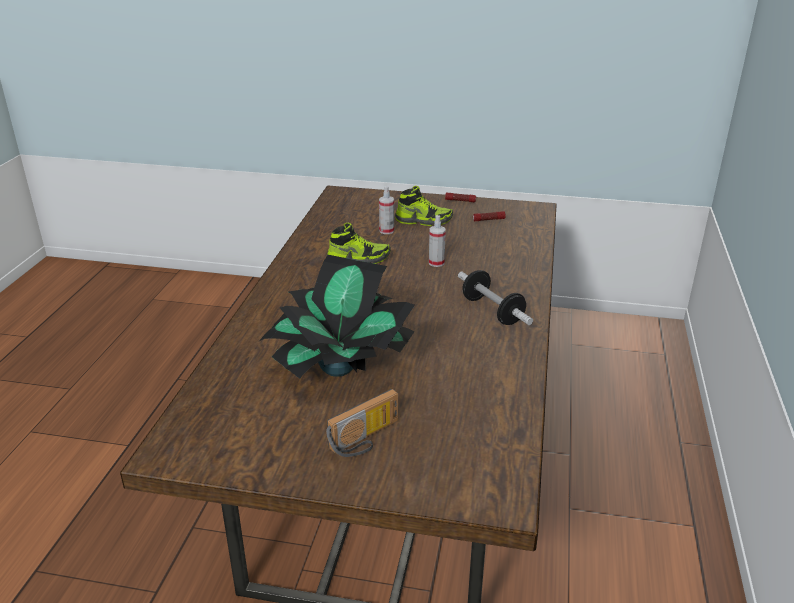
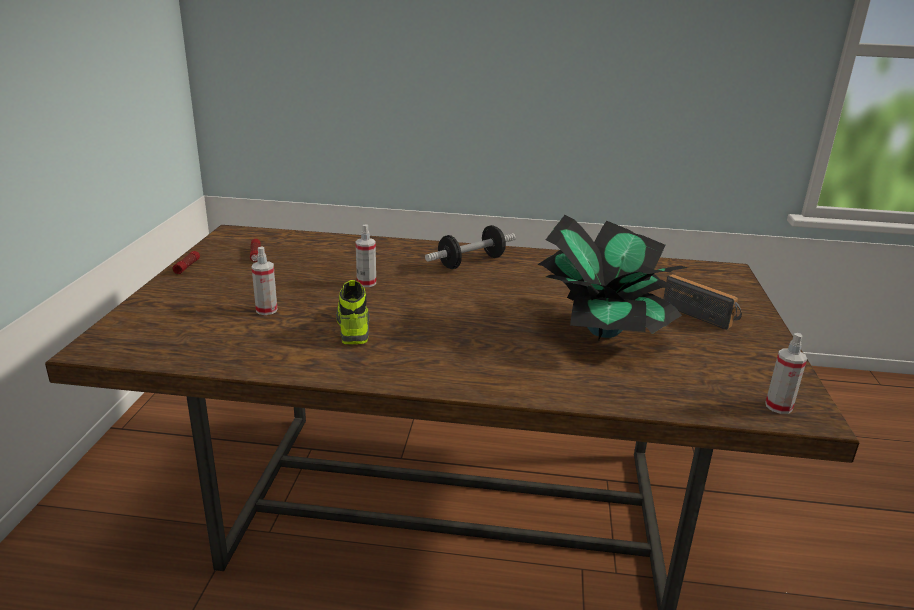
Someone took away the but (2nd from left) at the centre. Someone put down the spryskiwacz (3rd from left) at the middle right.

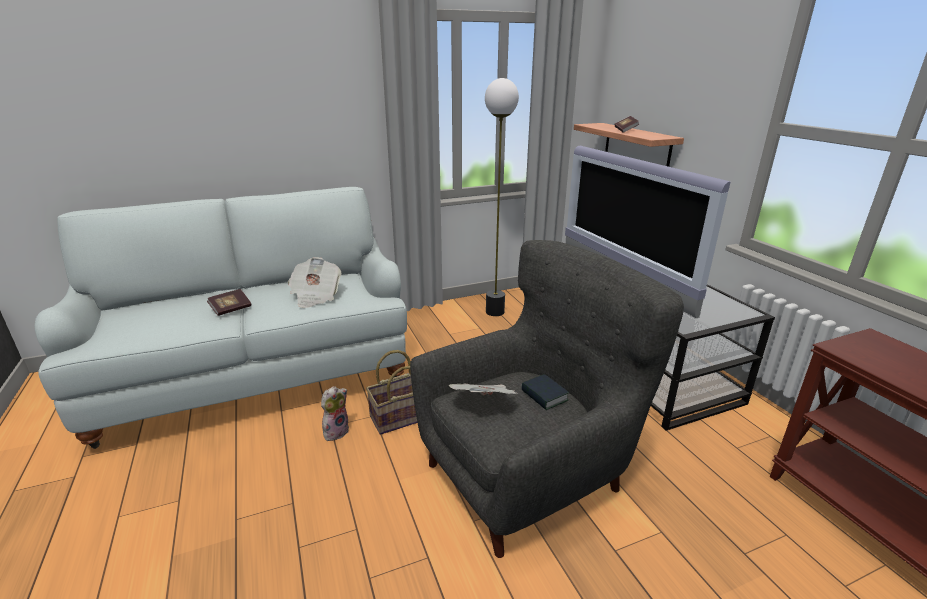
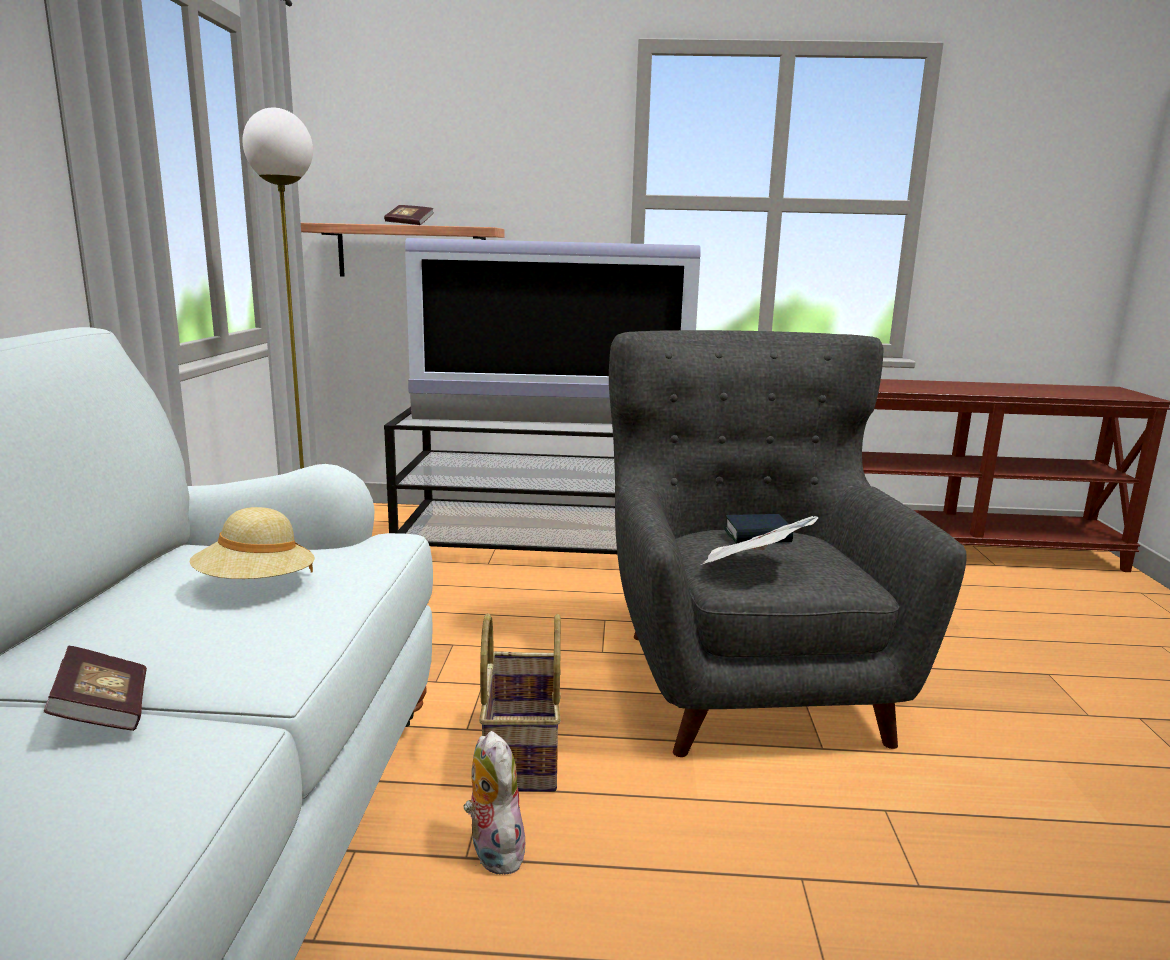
Someone swapped the gazeta (1st from left) at the centre for the kapelusz/beżowy at the middle left.

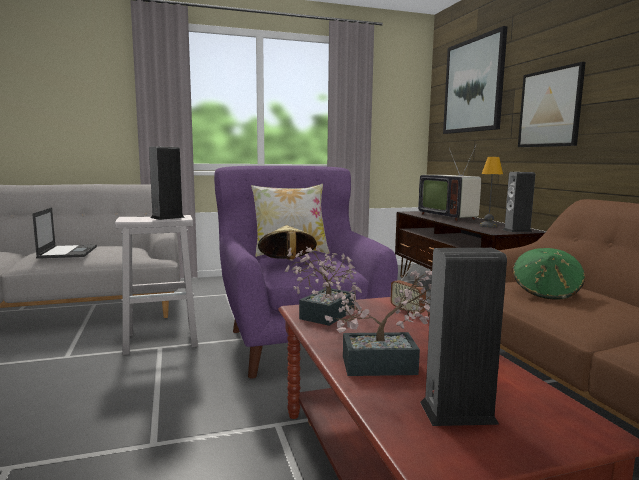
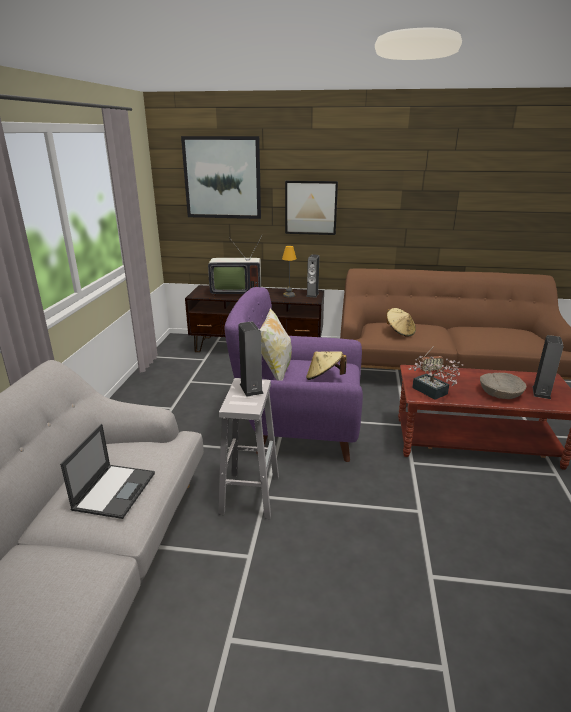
Someone swapped the roślina doniczkowa (2nd from left) at the bottom centre for the miska/beżowy at the middle right. Someone repainted the kapelusz/zielony at the middle right, which became the kapelusz/beżowy (2nd from left) at the middle right. Someone rotated the laptop at the middle left by 90 degrees clockwise.

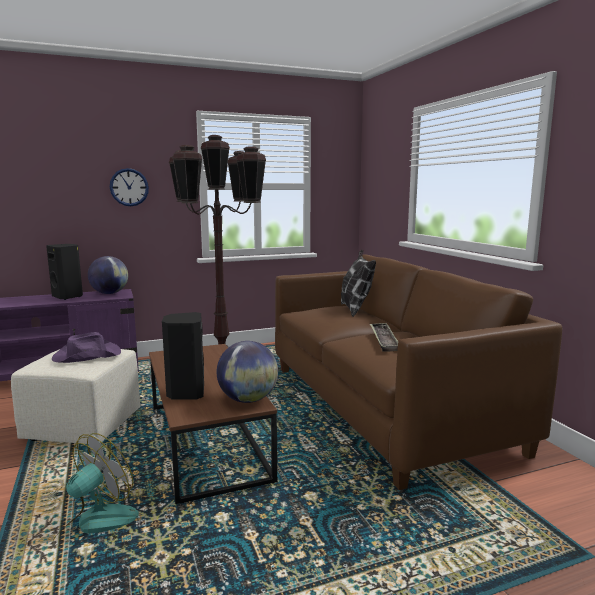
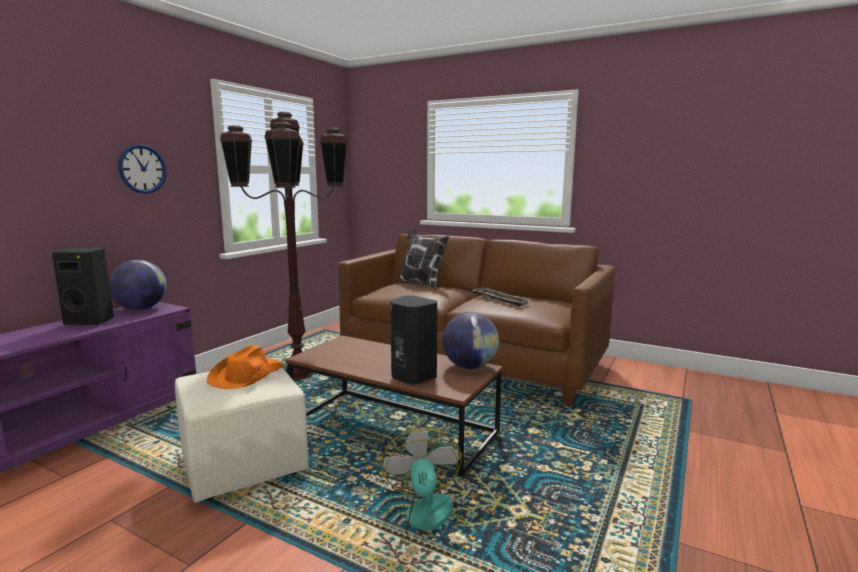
Someone repainted the kapelusz/fioletowy at the middle left, which became the kapelusz/pomarańczowy at the middle left.

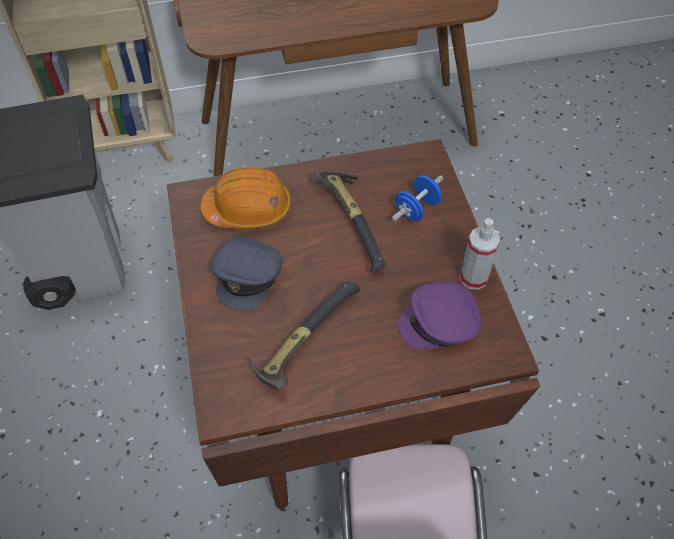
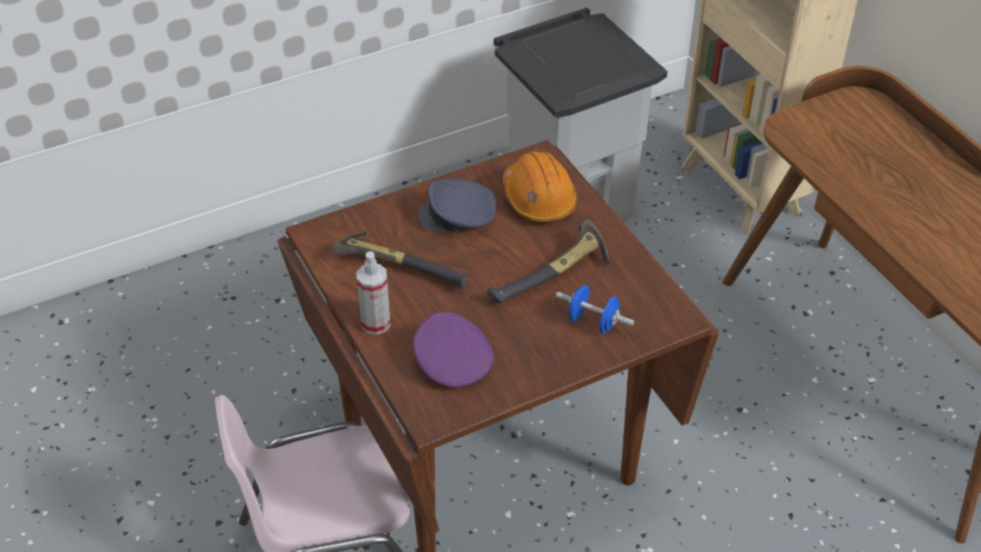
Someone carried the spryskiwacz from the middle right to the centre.

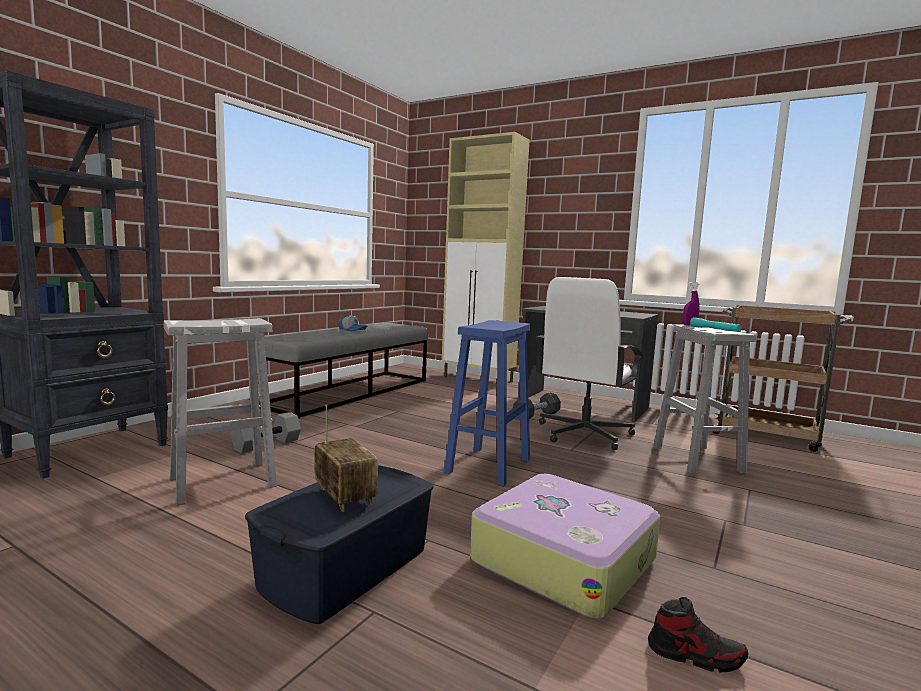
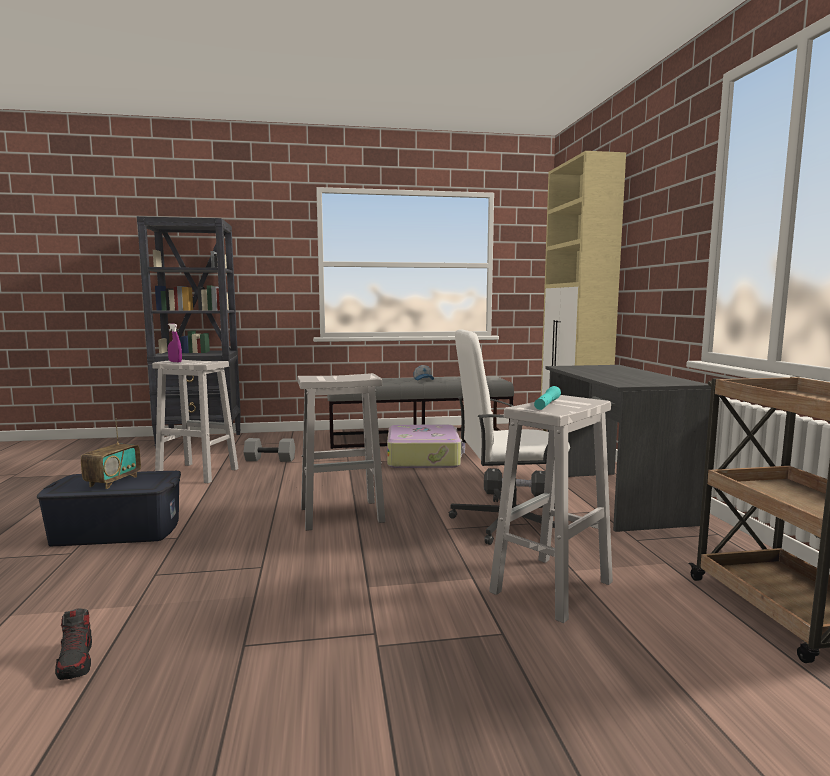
Someone carried the walizka from the bottom centre to the centre. Someone carried the spryskiwacz/fioletowy from the middle right to the middle left. Someone repainted the stołek/niebieski at the centre, which became the stołek/biały (2nd from left) at the centre.

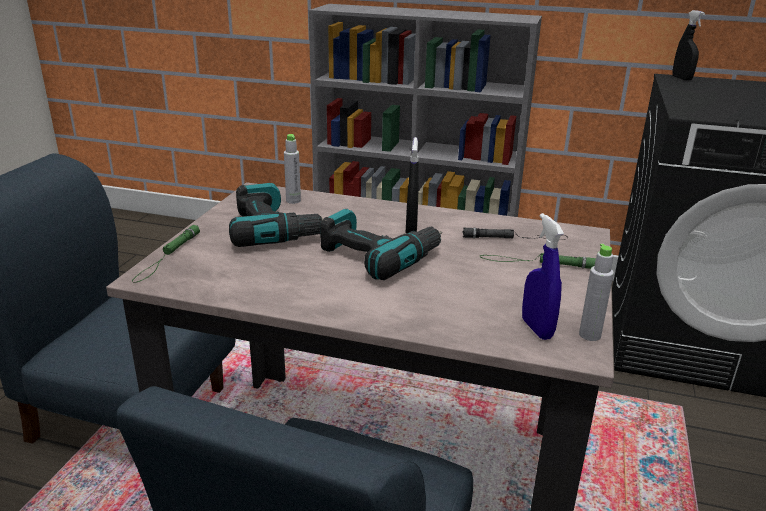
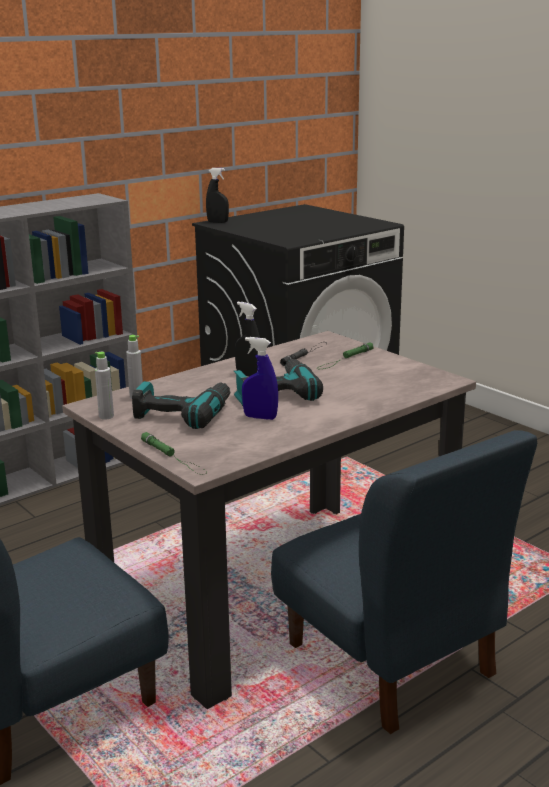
Someone carried the spryskiwacz/niebieski from the middle right to the centre. Someone carried the butelka/szary (2nd from left in the first image) from the middle right to the middle left.

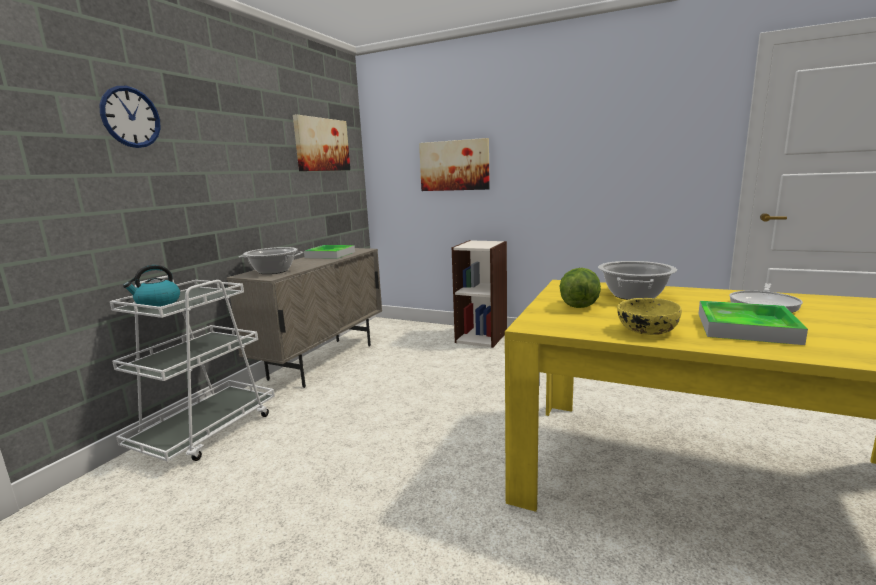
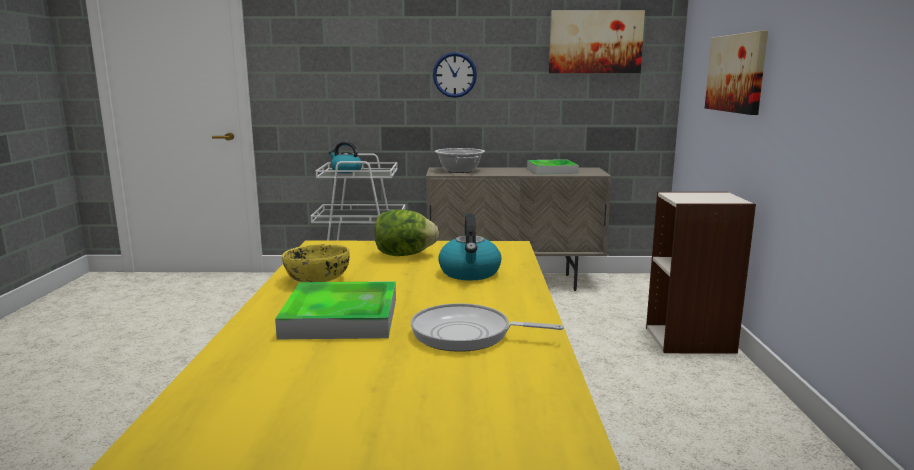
Someone carried the zegar ścienny from the top left to the top centre. Someone swapped the garnek (2nd from left) at the middle right for the czajnik (2nd from left) at the centre.

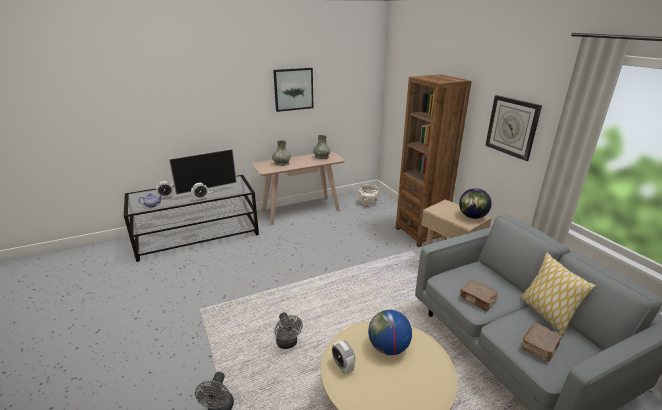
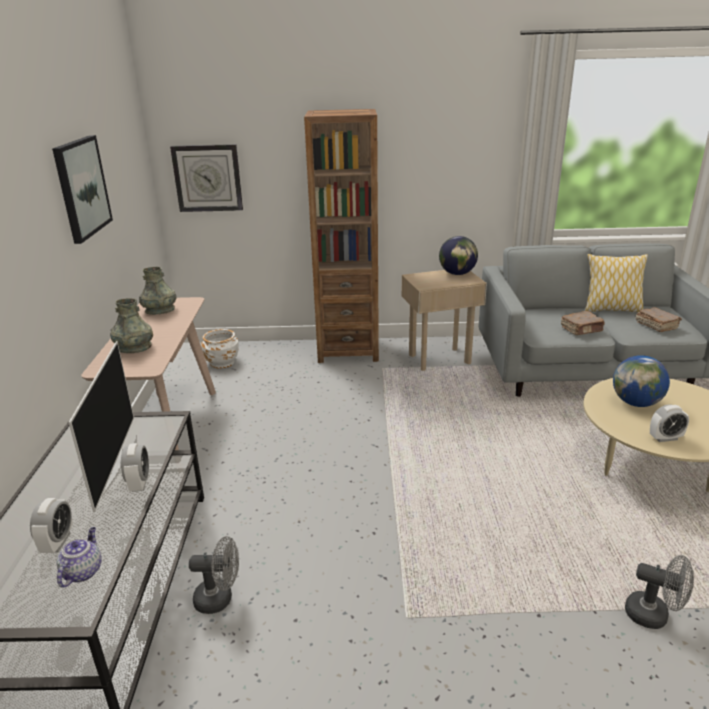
Someone carried the wentylator/szary (2nd from left in the first image) from the bottom centre to the bottom left. Someone carried the zegar ścienny from the top right to the top left.

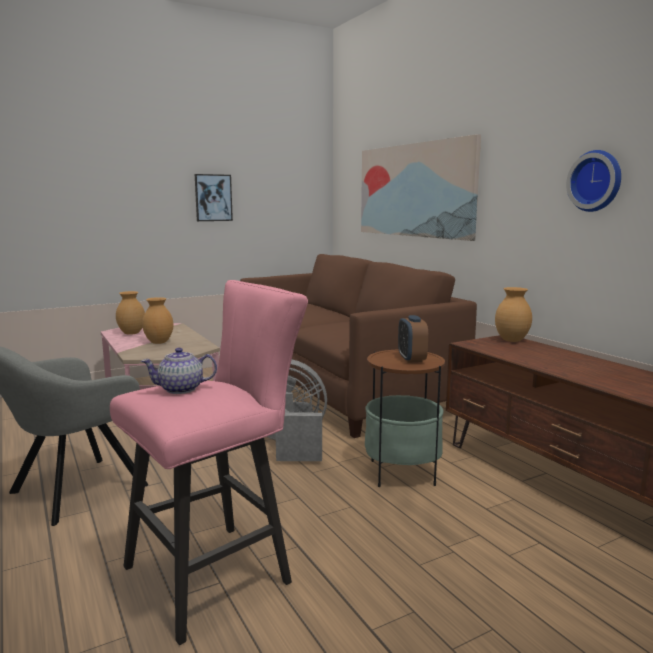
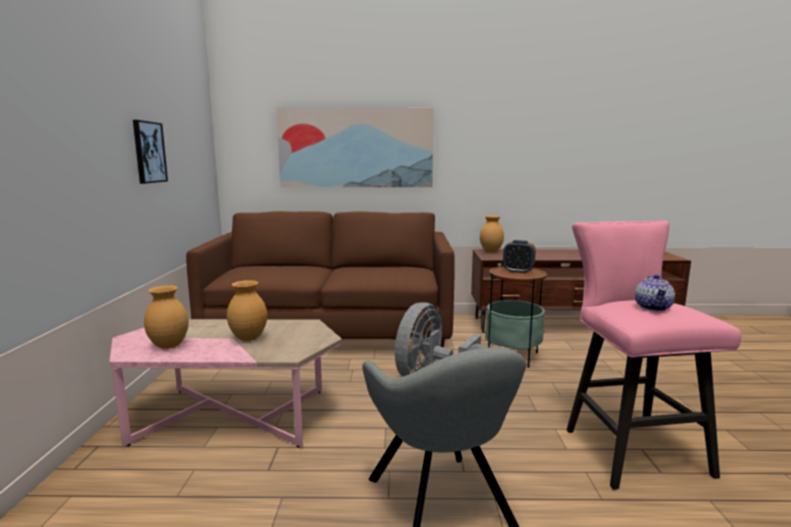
Someone took away the zegar ścienny at the top right.

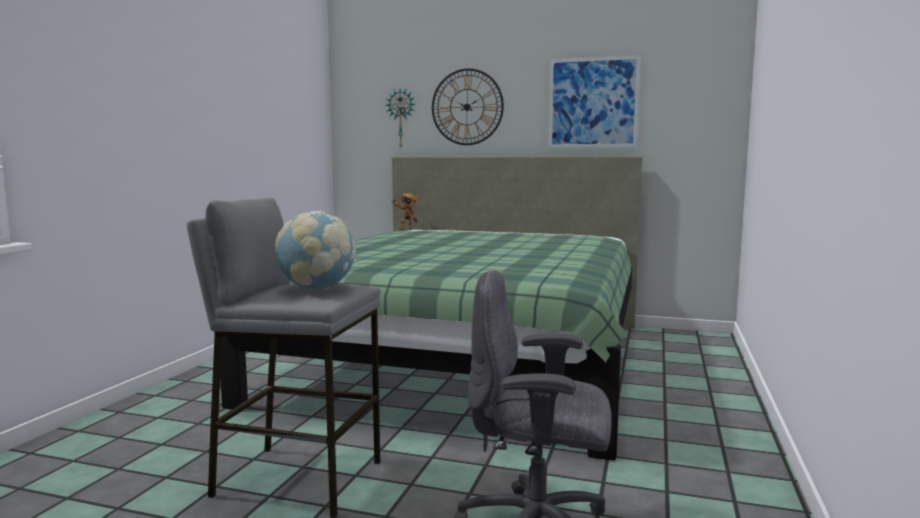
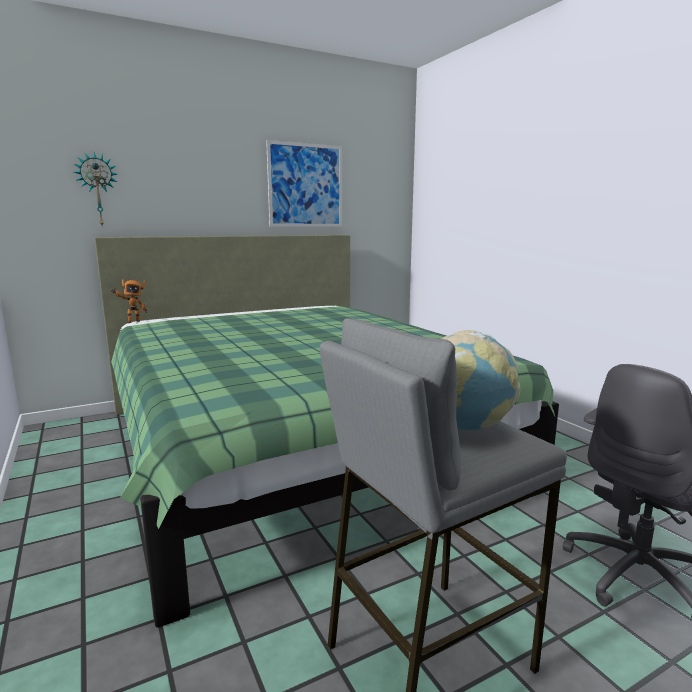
Someone took away the zegar ścienny (2nd from left) at the top centre.

